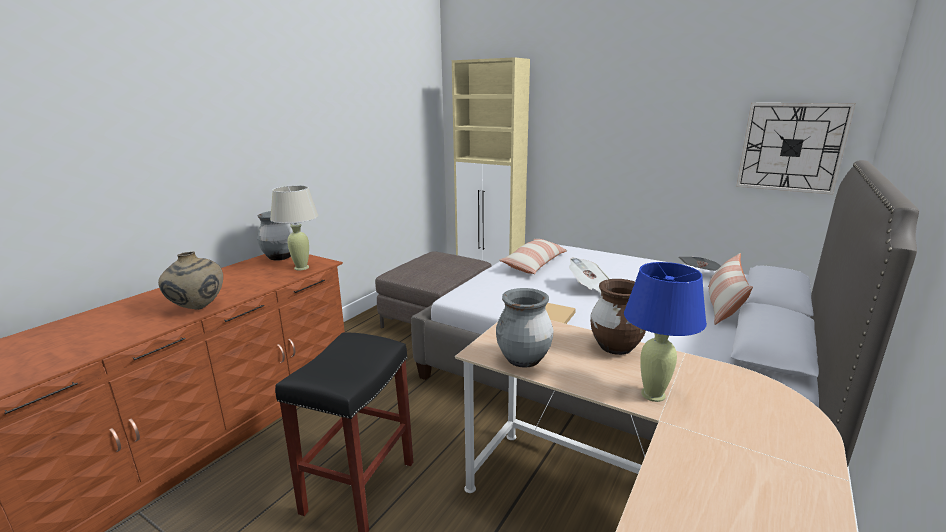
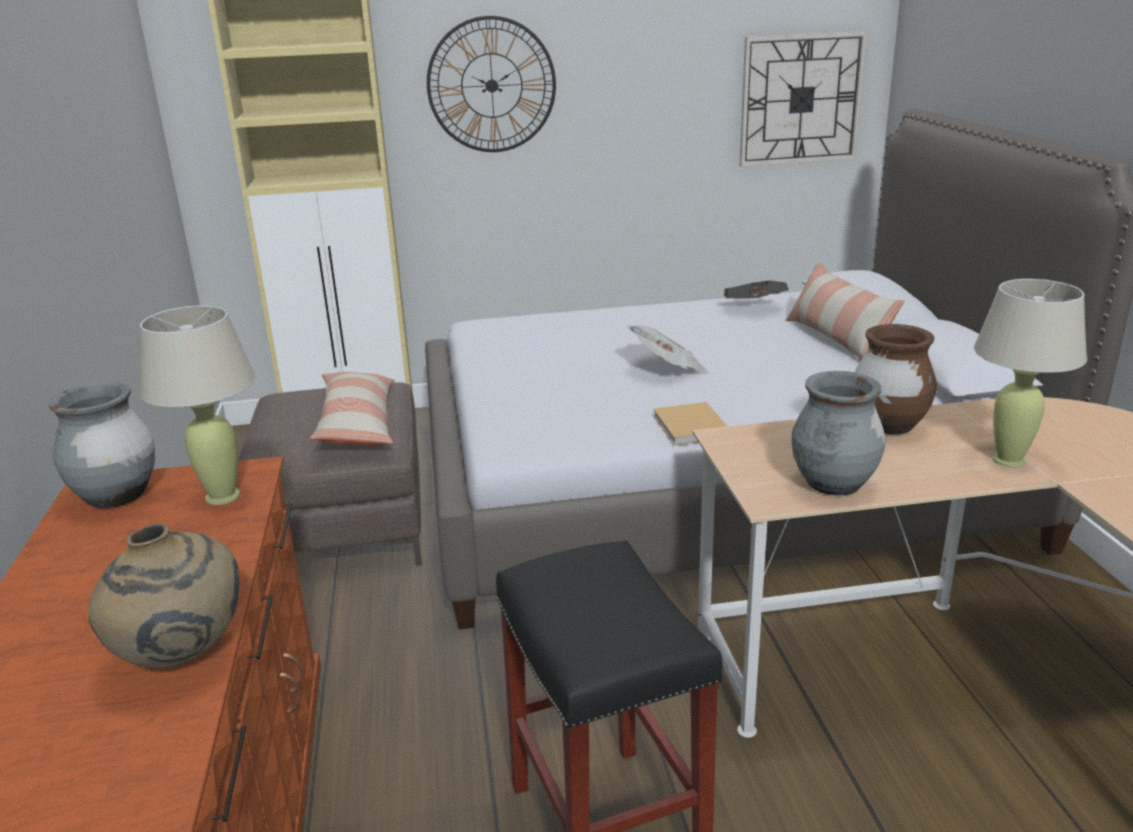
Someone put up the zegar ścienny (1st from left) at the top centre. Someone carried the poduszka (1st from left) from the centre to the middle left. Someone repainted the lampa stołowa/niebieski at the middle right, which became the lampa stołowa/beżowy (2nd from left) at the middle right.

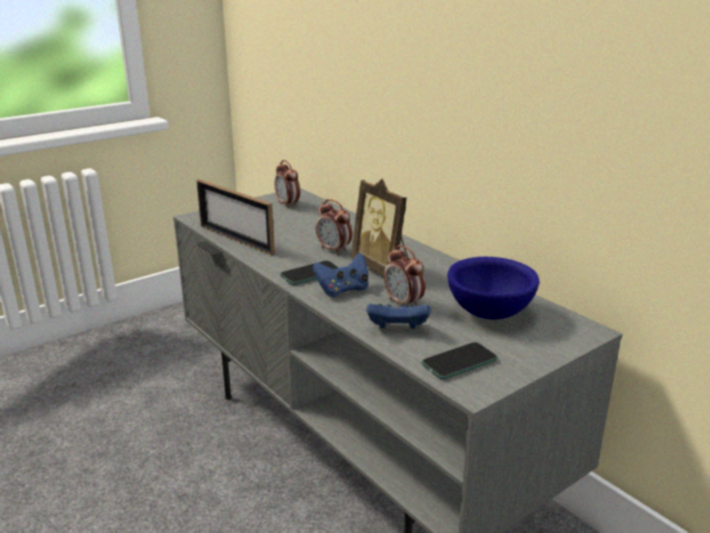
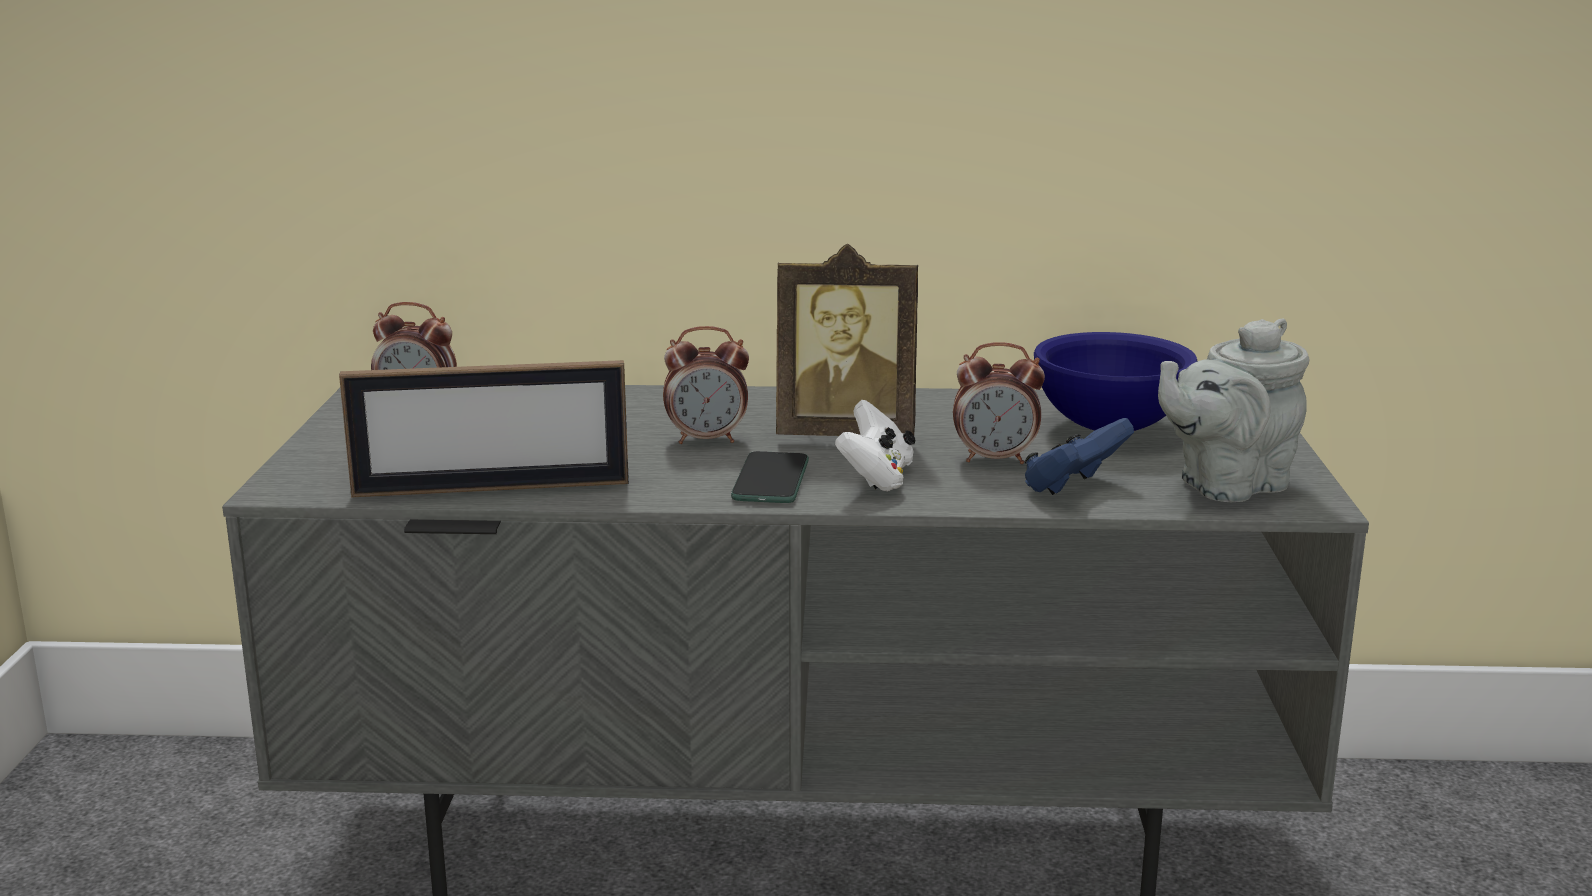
Someone swapped the telefon (2nd from left) at the bottom centre for the imbryk/szary at the middle right. Someone repainted the pad do gier/niebieski (1st from left) at the centre, which became the pad do gier/biały at the centre.

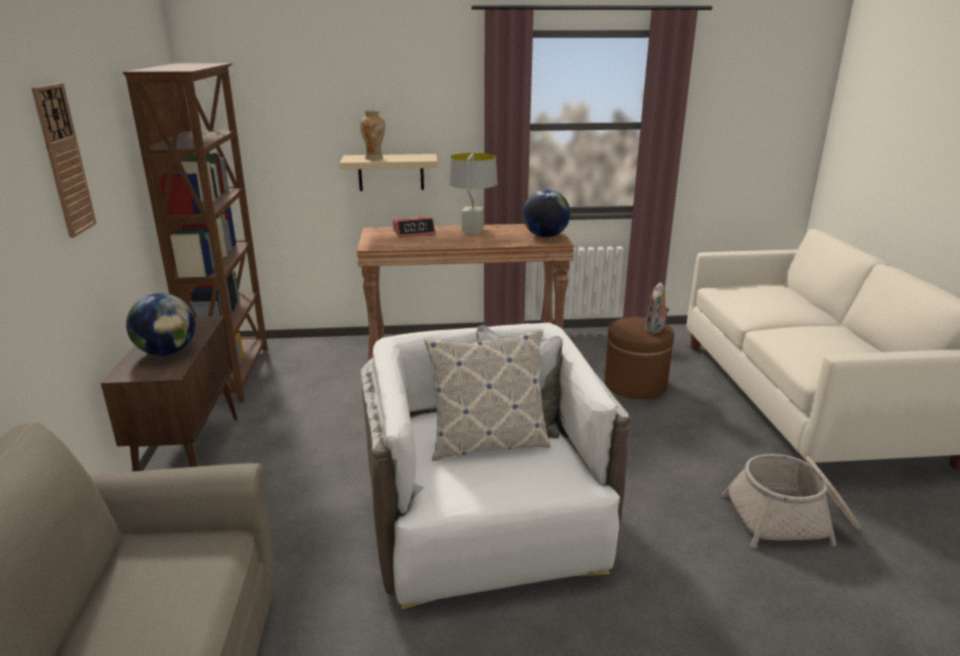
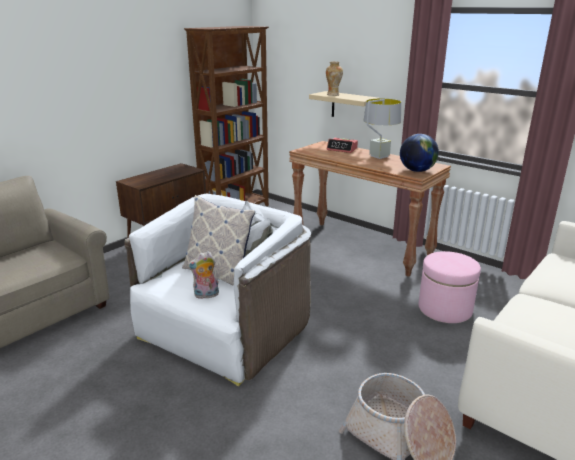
Someone took away the zegar ścienny at the top left. Someone took away the globus (1st from left) at the middle left. Someone carried the pluszak from the middle right to the centre. Someone repainted the pufa/brązowy at the centre, which became the pufa/różowy at the middle right.

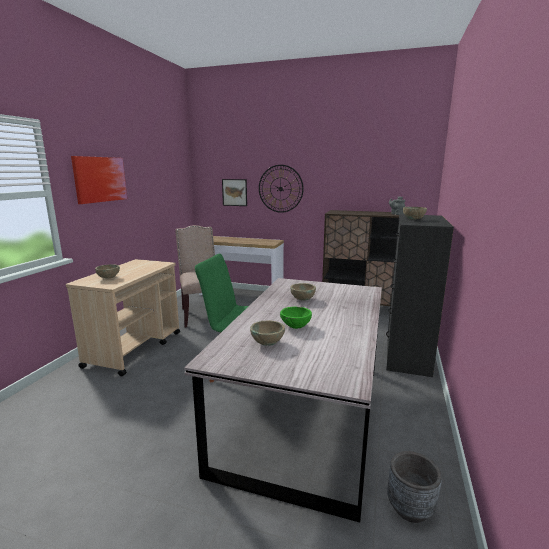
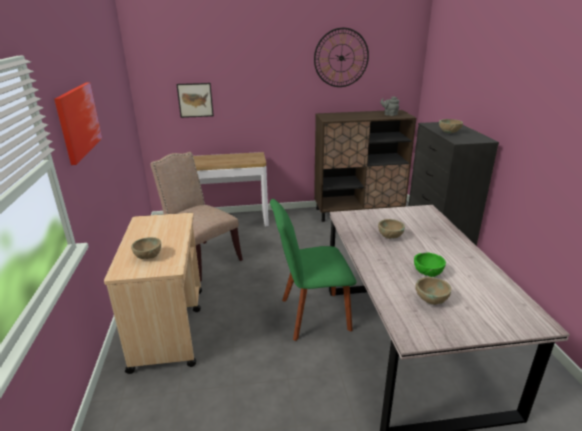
Someone took away the donica/szary at the bottom right. Someone carried the zegar ścienny from the centre to the top centre.

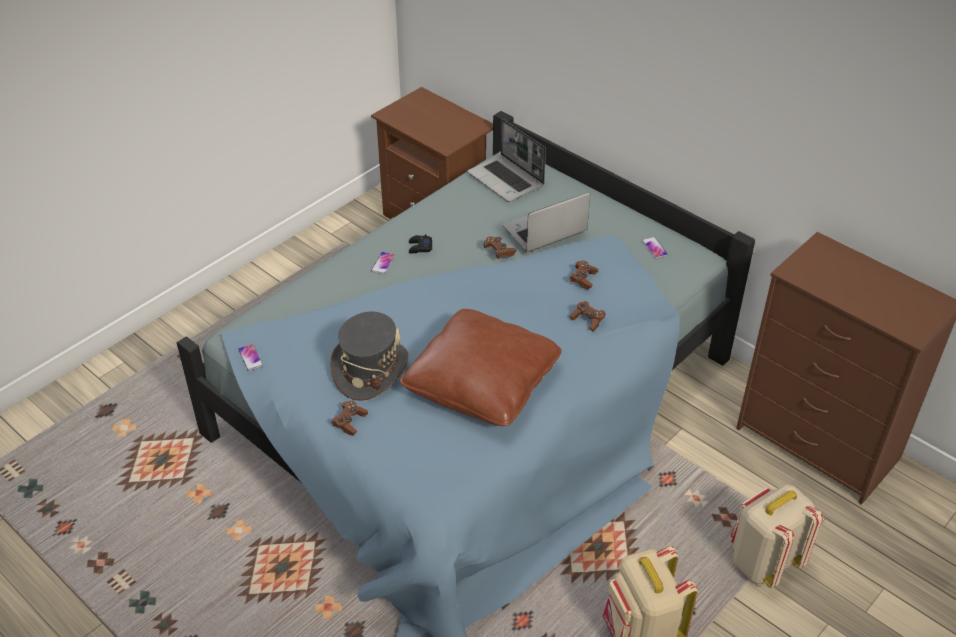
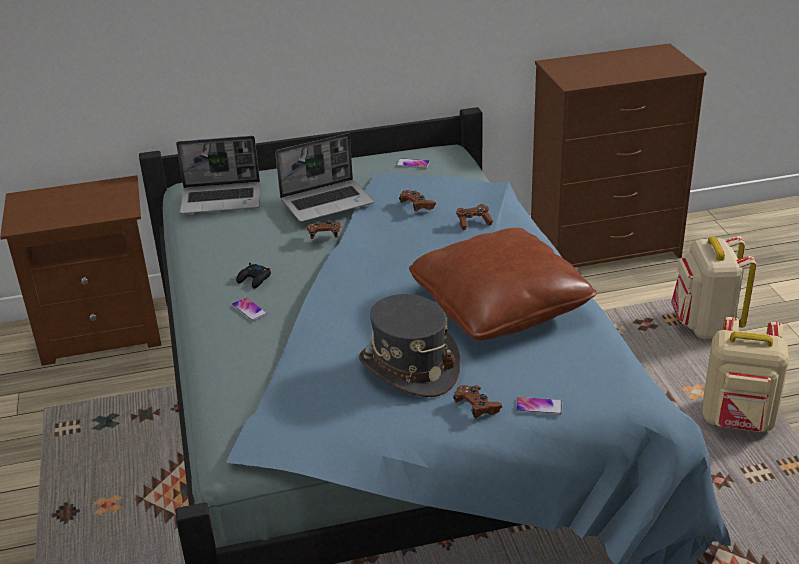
Someone carried the telefon (1st from left in the first image) from the middle left to the bottom right. Someone rotated the laptop (2nd from left) at the centre by 120 degrees counterclockwise.

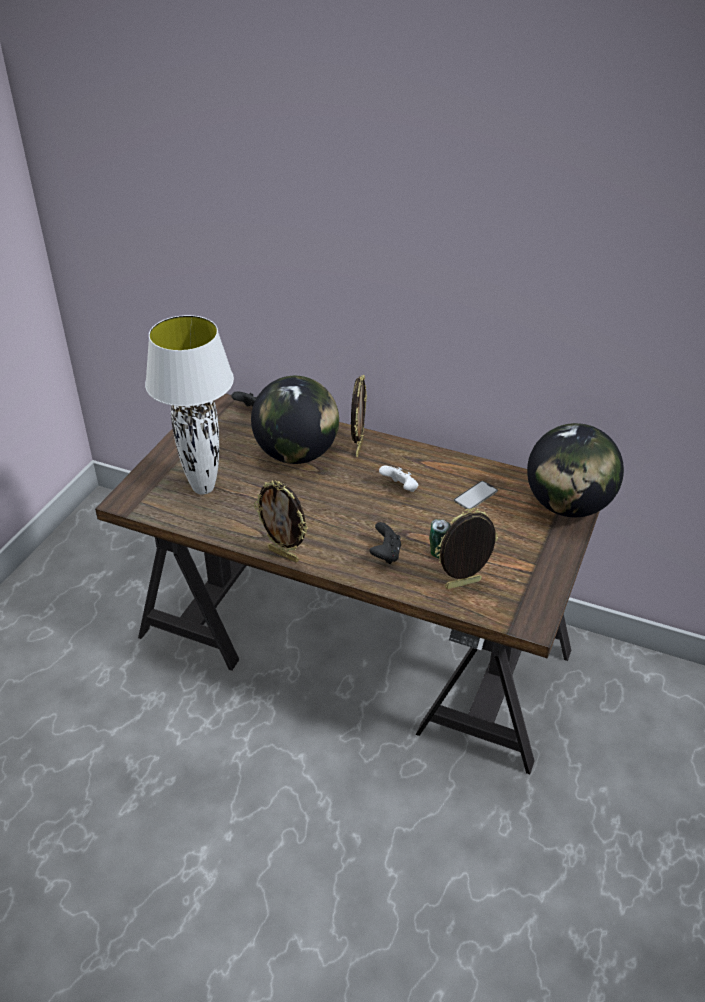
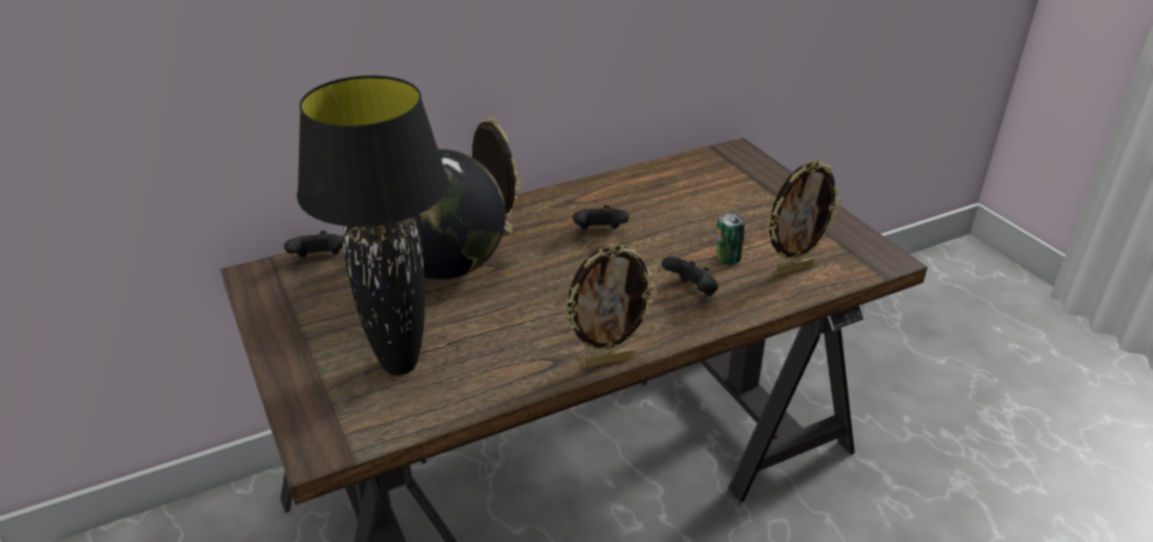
Someone took away the telefon at the middle right. Someone took away the globus (2nd from left) at the middle right. Someone repainted the lampa stołowa/biały at the middle left, which became the lampa stołowa/czarny at the middle left. Someone repainted the pad do gier/biały at the centre, which became the pad do gier/czarny (2nd from left) at the centre. Someone rotated the ramka na zdjęcie (3rd from left) at the centre by 135 degrees counterclockwise.

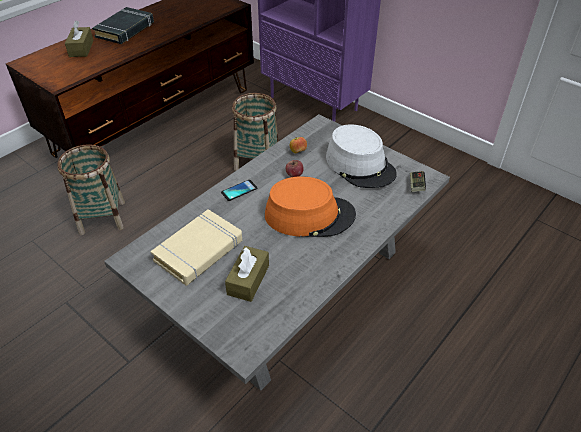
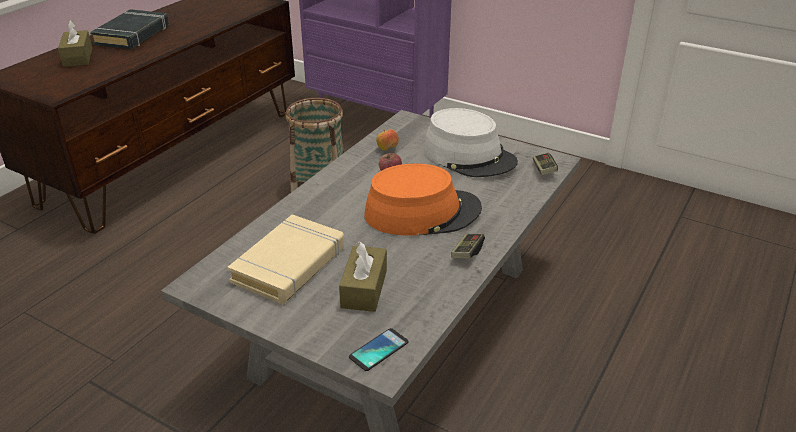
Someone took away the koszyk (1st from left) at the middle left. Someone put down the pad do gier (1st from left) at the centre. Someone carried the telefon from the centre to the bottom centre.

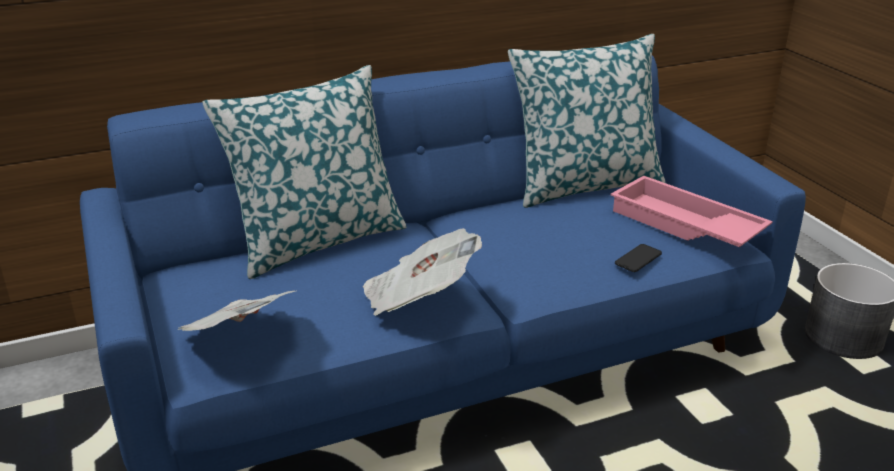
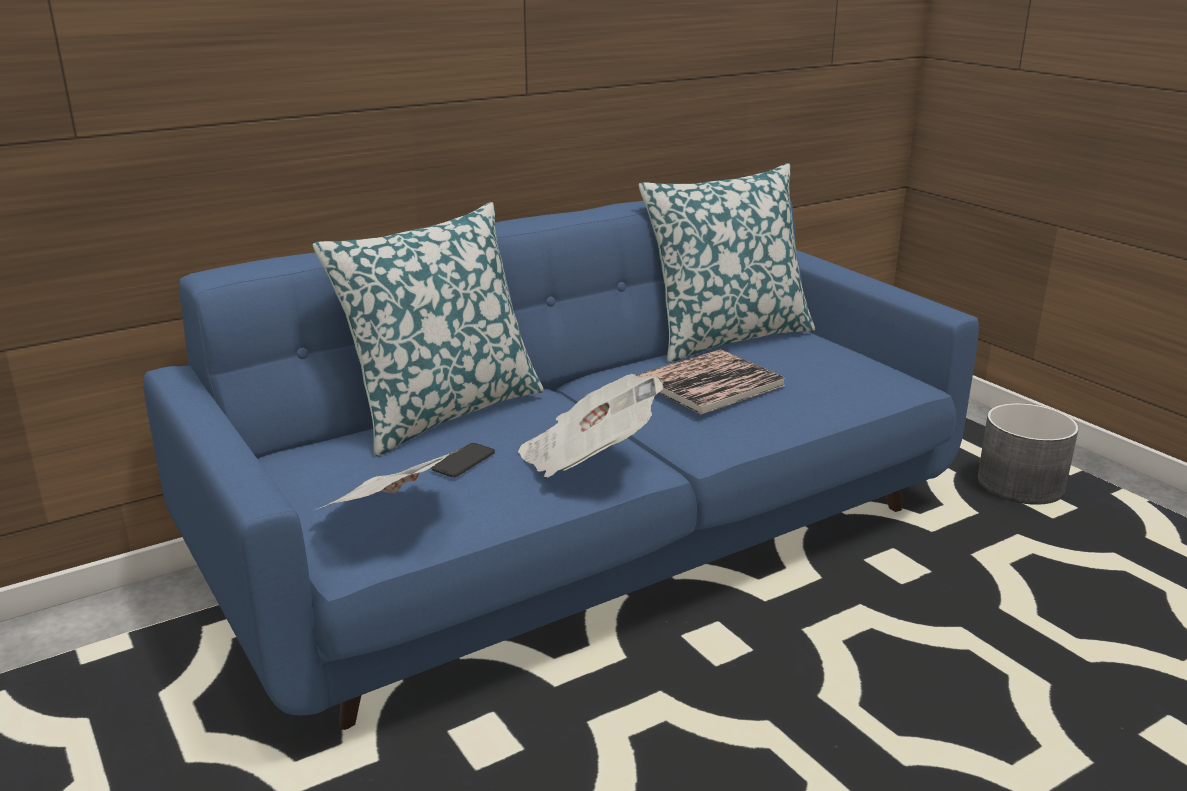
Someone took away the taca/różowy at the middle right. Someone put down the książka at the centre. Someone carried the telefon from the middle right to the centre.

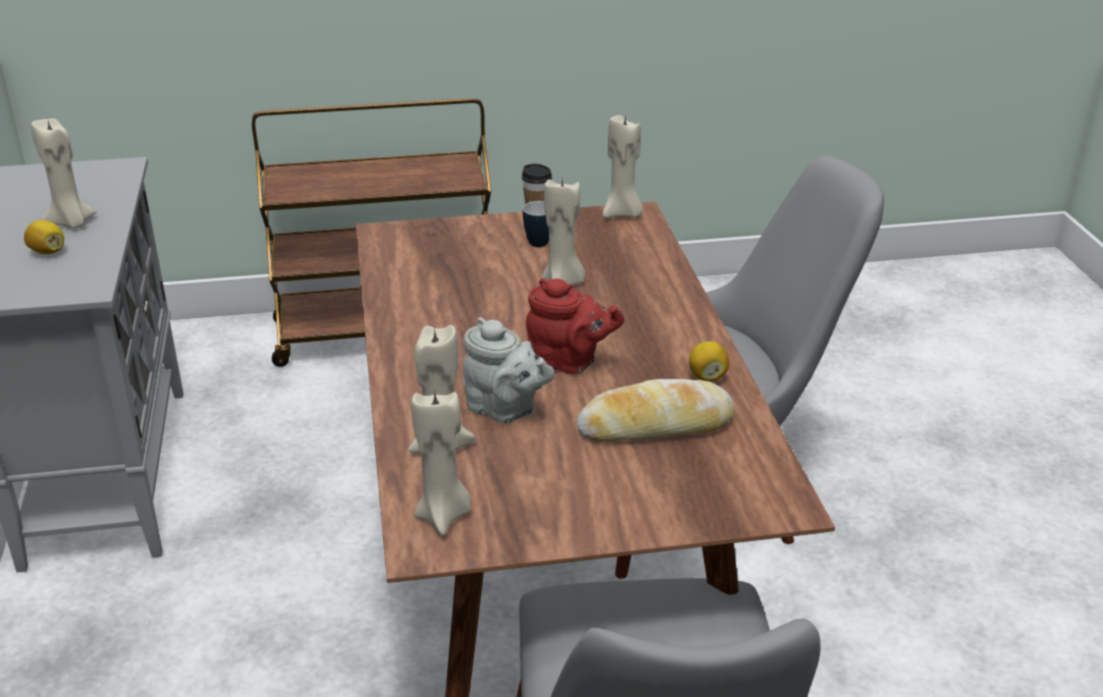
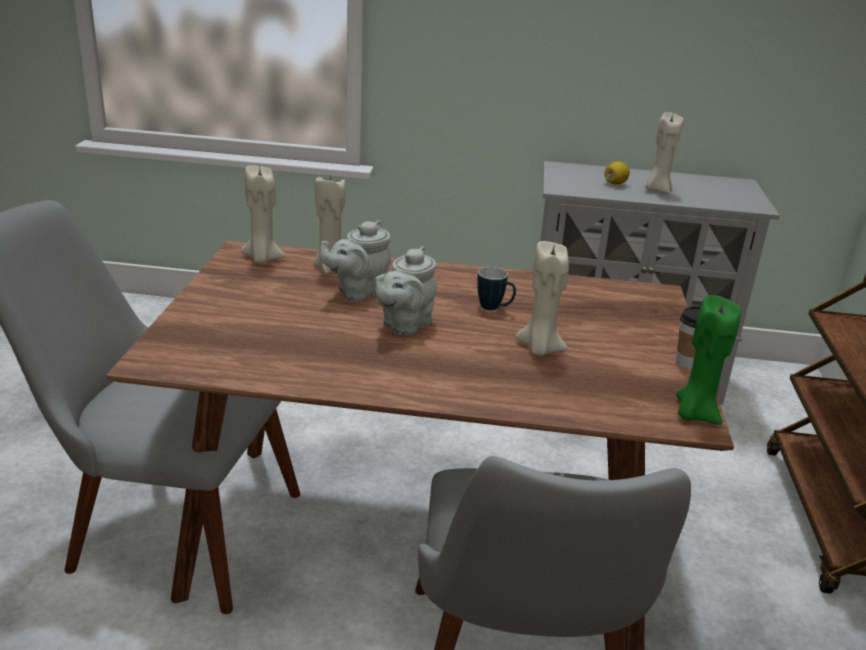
Someone took away the chleb at the centre. Someone took away the cytryna (2nd from left) at the centre. Someone carried the kubek from the top centre to the centre. Someone repainted the imbryk/czerwony at the centre, which became the imbryk/szary (2nd from left) at the centre. Someone repainted the świeca/beżowy (5th from left) at the top centre, which became the świeca/zielony at the middle right.

